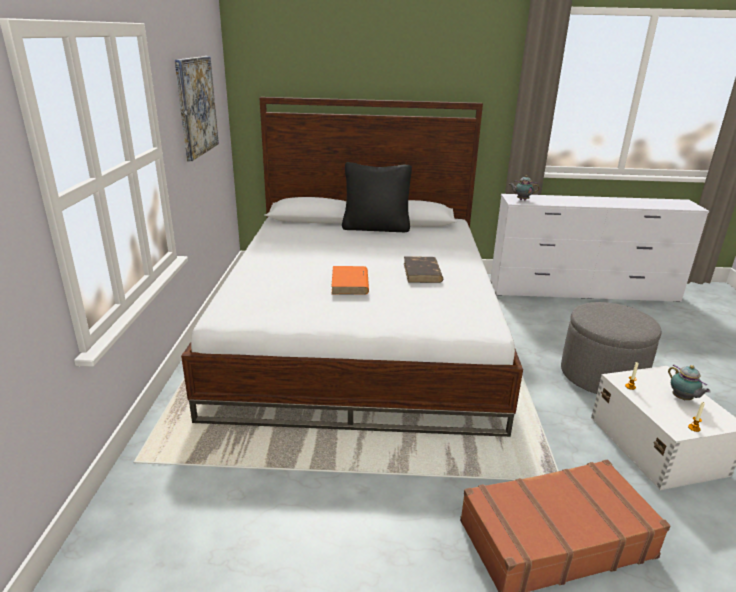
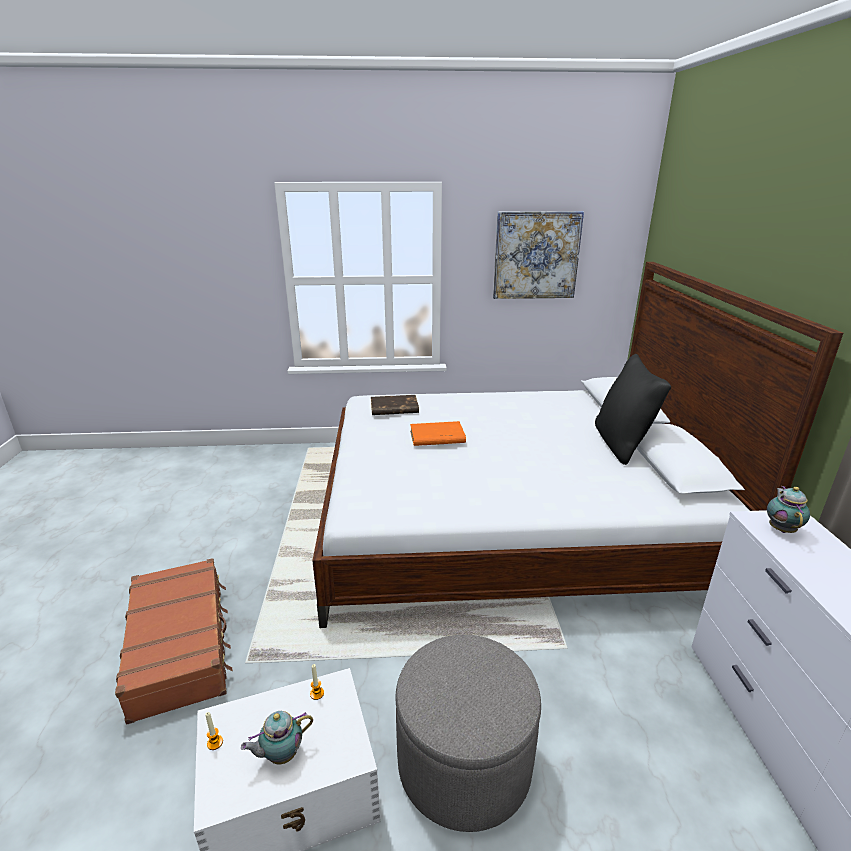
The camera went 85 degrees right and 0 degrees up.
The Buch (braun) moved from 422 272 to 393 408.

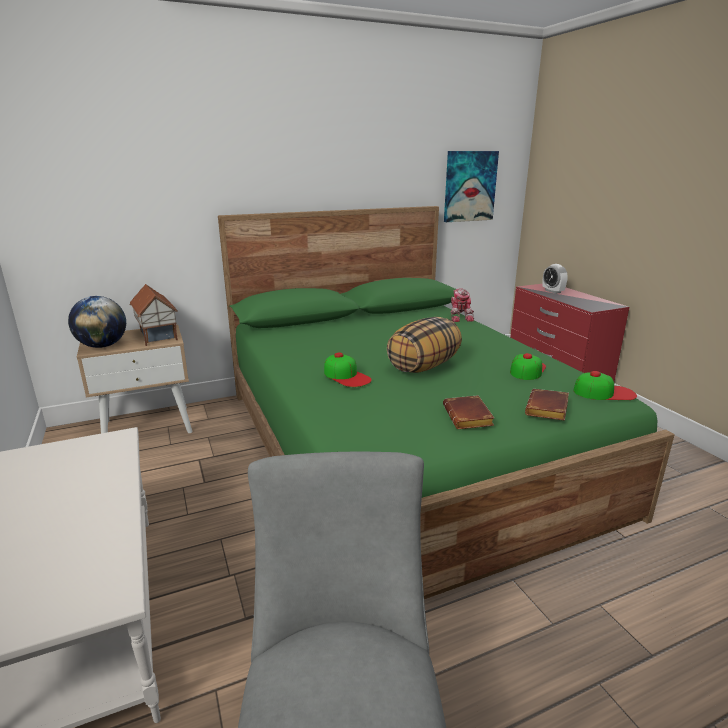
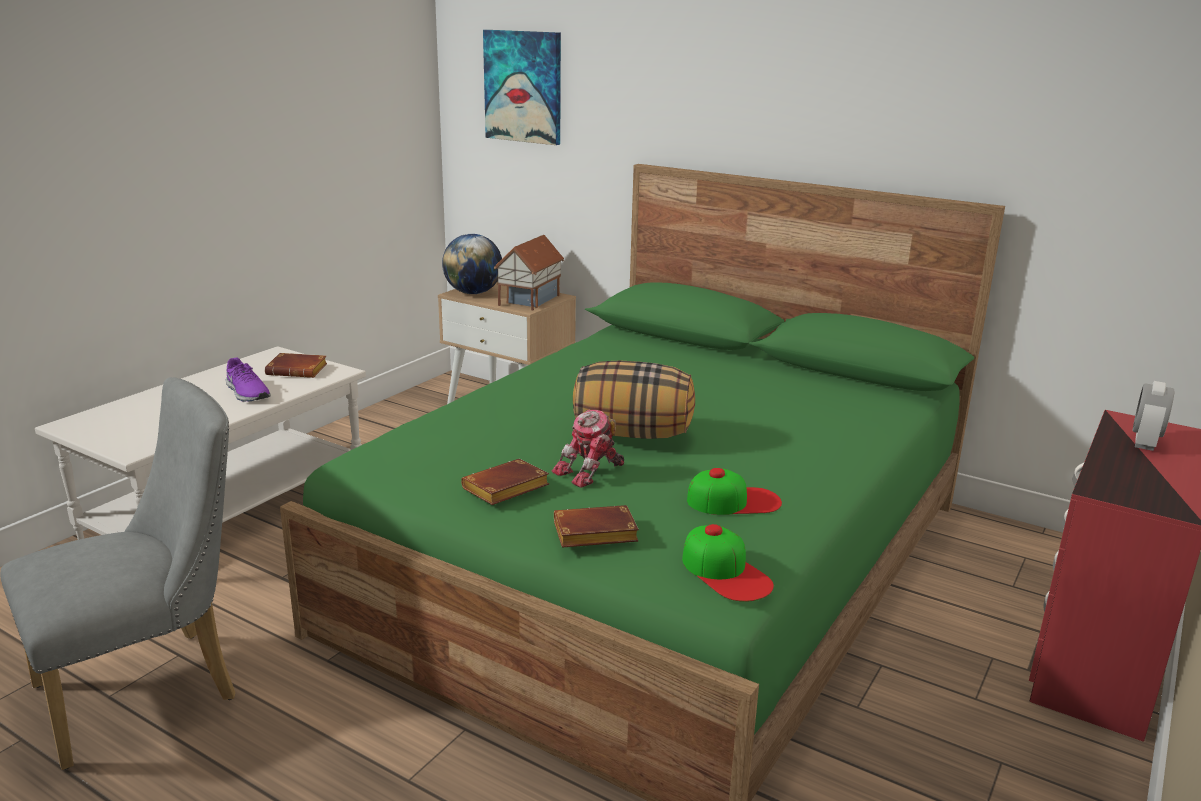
The camera went 55 degrees right and 0 degrees up.
The Schuh (lila) at 247 393 appeared.
The Buch (braun) at 299 370 appeared.
The Bild moved from 469 186 to 523 87.
The Spielzeugroboter moved from 460 317 to 591 471.
The Kappe at 346 376 disappeared.

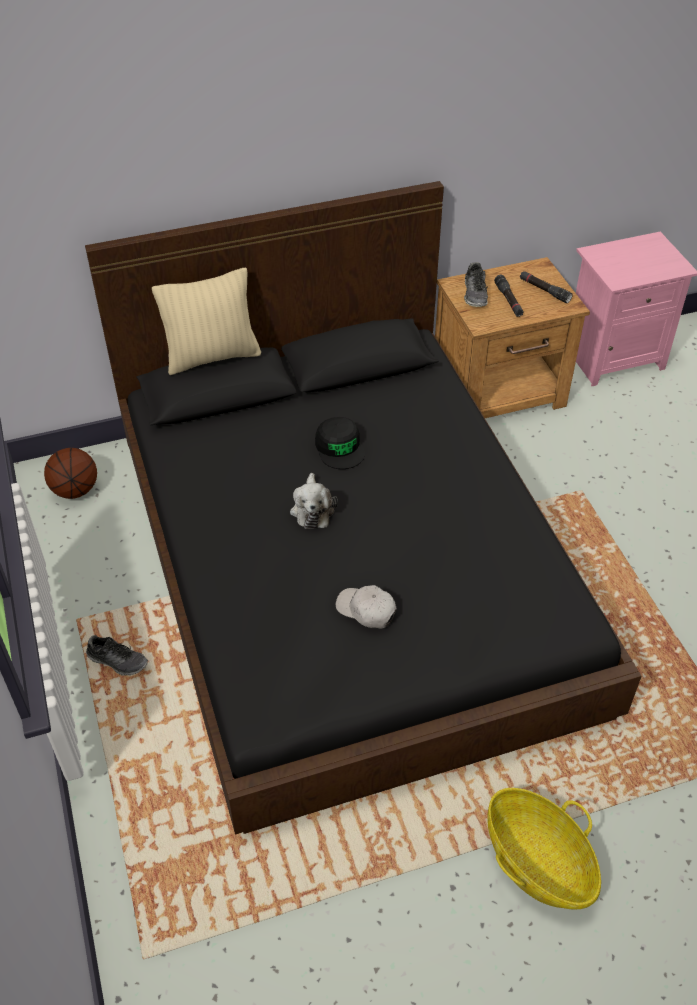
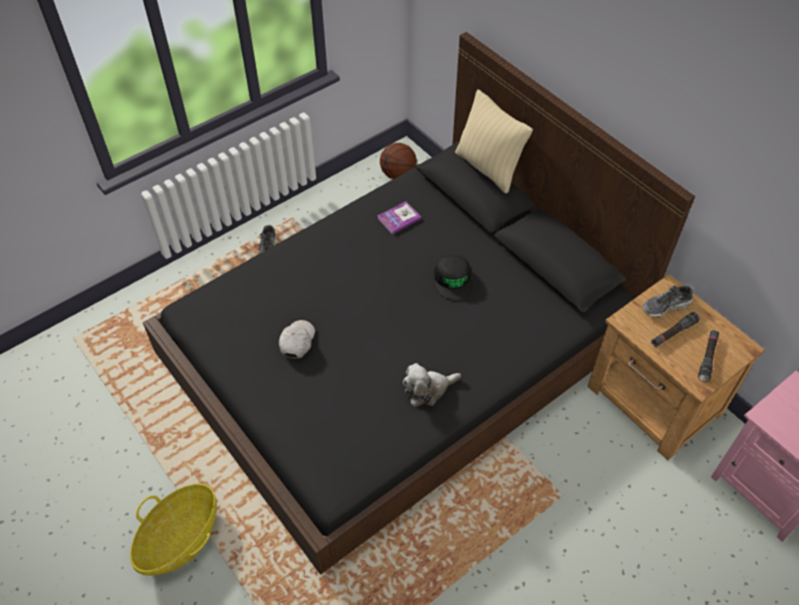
The camera went 70 degrees right and 5 degrees up.
The Buch at 399 218 appeared.
The Plüschtier moved from 312 509 to 428 390.
The Kappe (schwarz) at 340 447 turned 60 degrees counterclockwise.

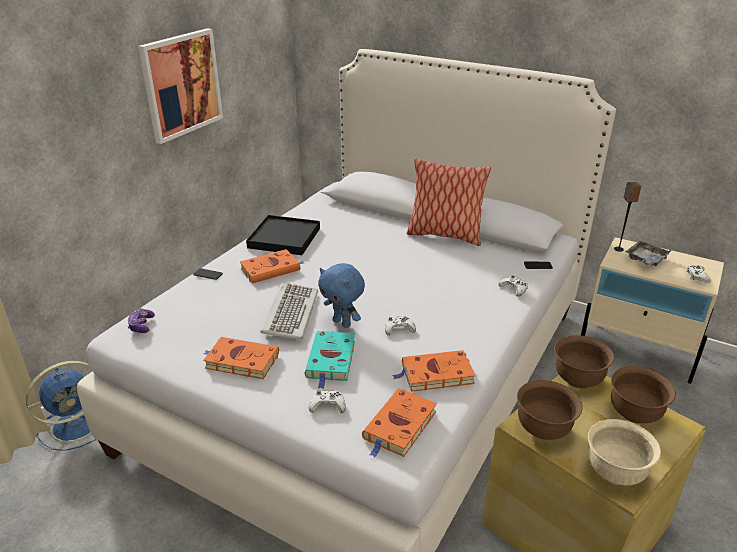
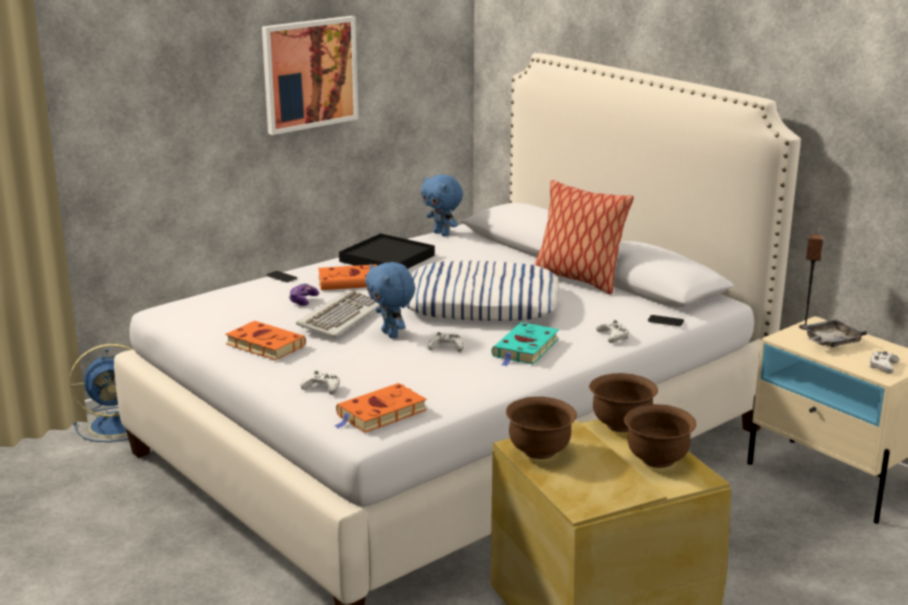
The camera went 20 degrees right and 10 degrees down.
The Gamepad moved from 141 325 to 303 301.
The Kissen at 482 304 appeared.
The Plüschtier (blau) at 442 234 appeared.
The Buch (türkis) moved from 331 360 to 525 349.
The Buch (orange) at 435 374 disappeared.
The Schüssel (beige) at 615 472 disappeared.

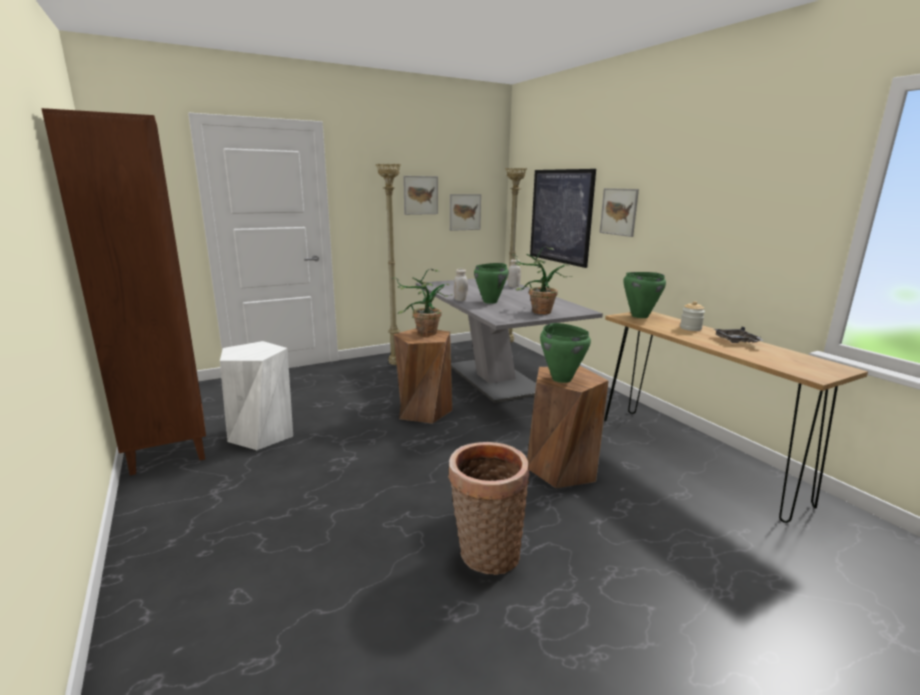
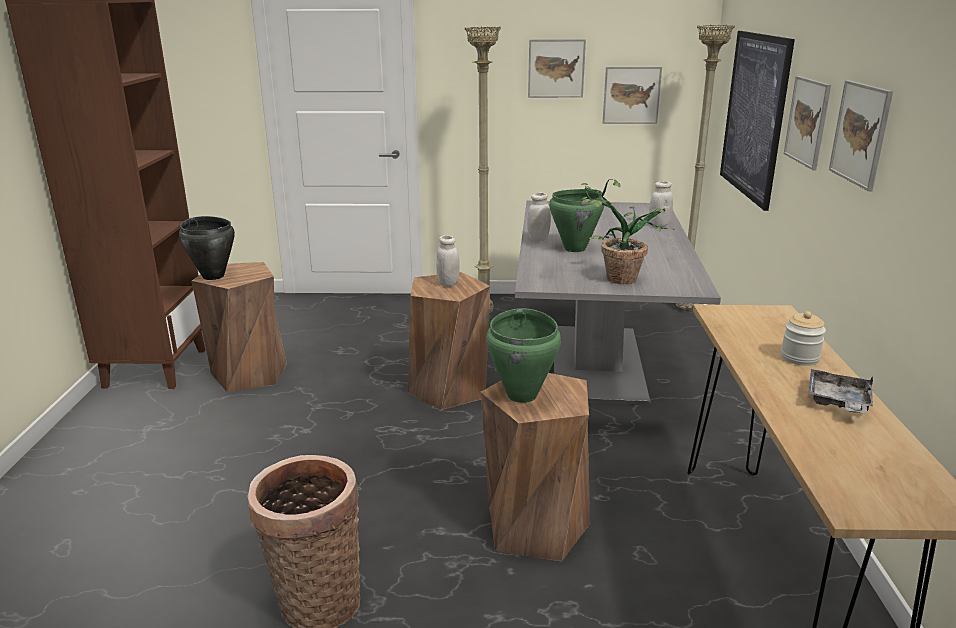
The camera went 30 degrees right and 5 degrees up.
The Kochtopf (schwarz) at 213 276 appeared.
The Hocker (weiß) at 262 434 became the Hocker (braun) at 249 374.
The Topfpflanze at 422 334 was replaced by the Vorratsglas (weiß) at 448 283.
The Bild at 860 133 appeared.
The Kochtopf (grün) at 639 316 disappeared.

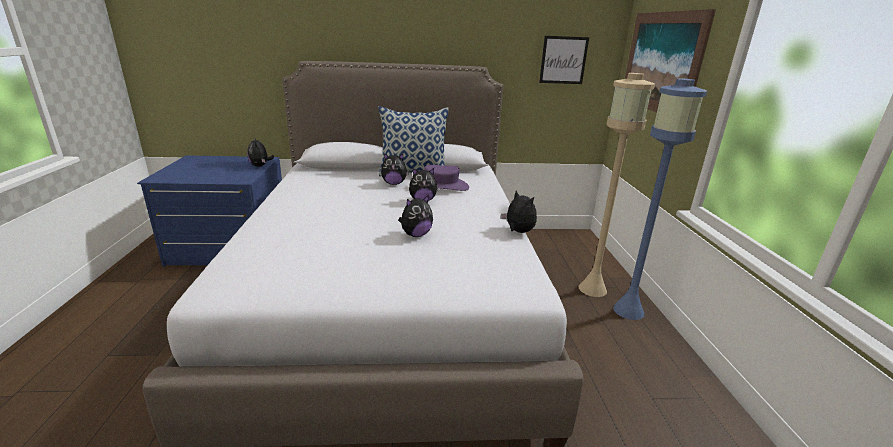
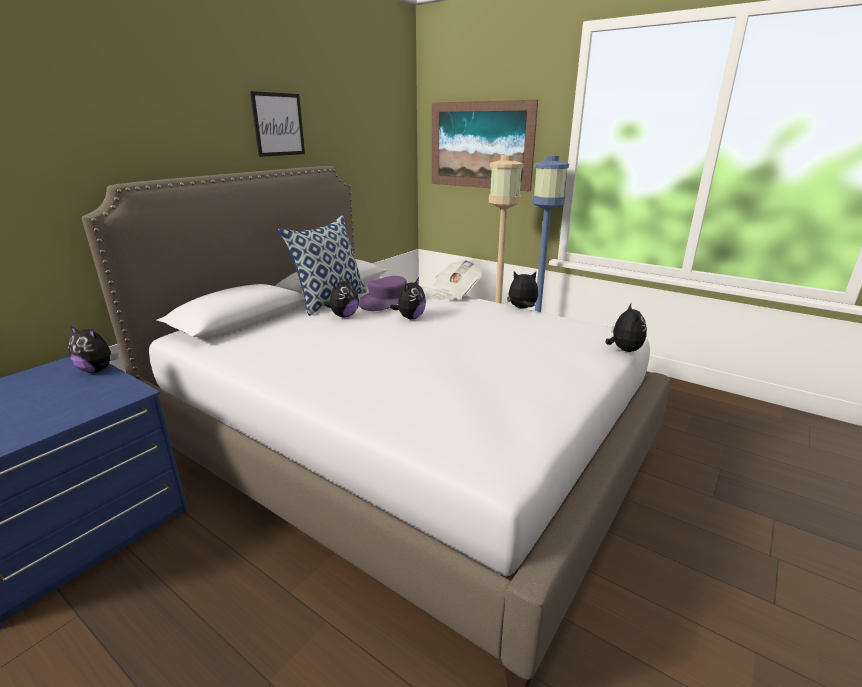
The camera went 50 degrees left and 0 degrees up.
The Bild moved from 563 60 to 278 124.
The Zeitung at 454 294 appeared.
The Plüschtier moved from 415 235 to 623 350.

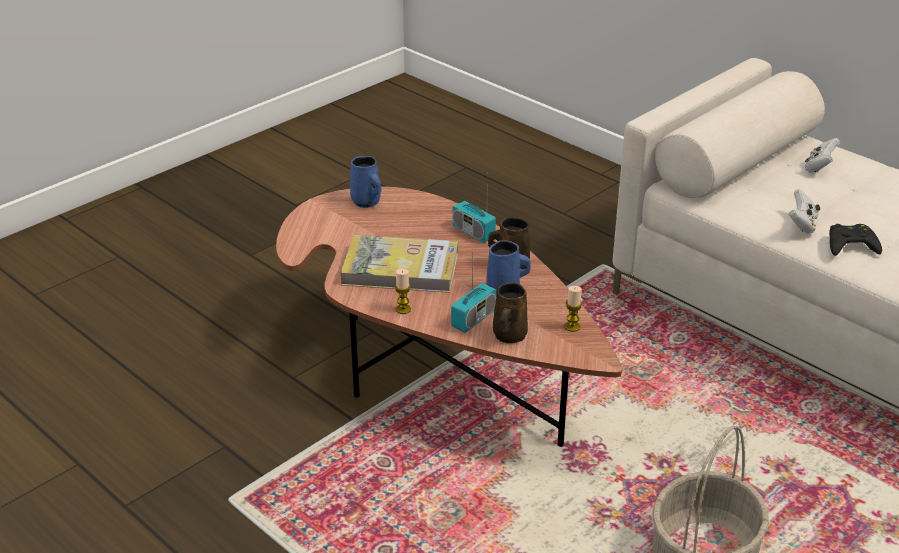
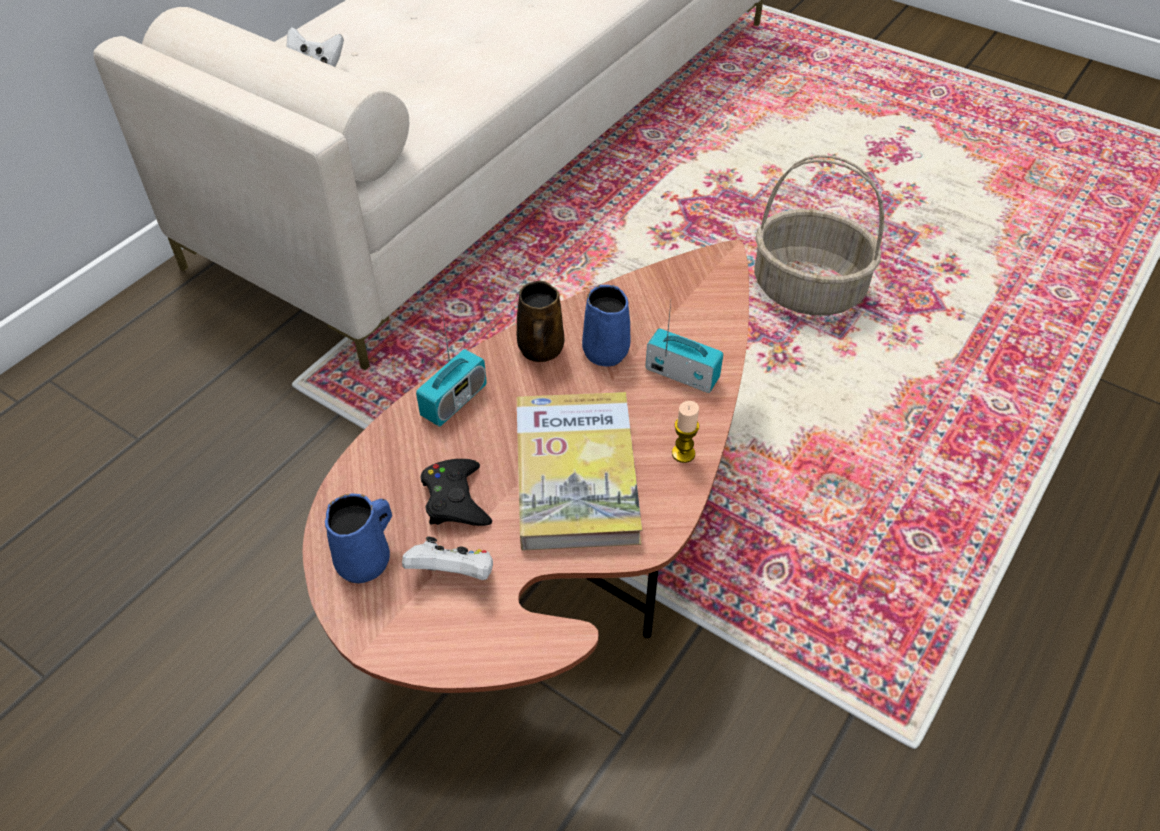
The camera went 100 degrees left and 15 degrees up.
The Gamepad (weiß) moved from 802 224 to 453 574.
The Gamepad (schwarz) moved from 851 245 to 455 499.
The Henkelbecher (braun) at 509 336 disappeared.
The Kerze at 572 327 disappeared.

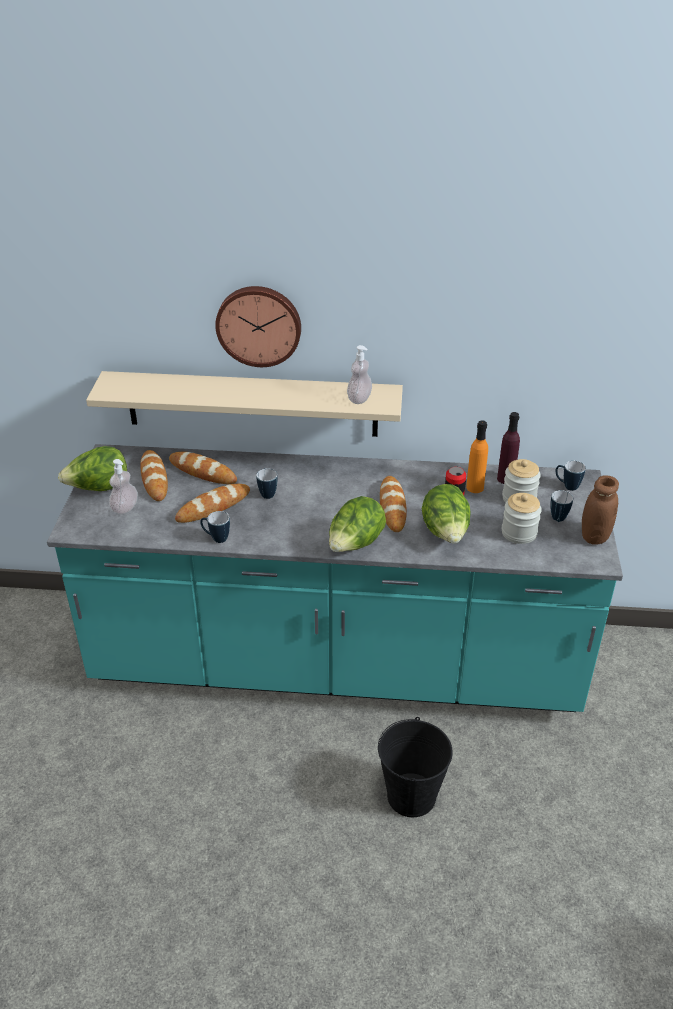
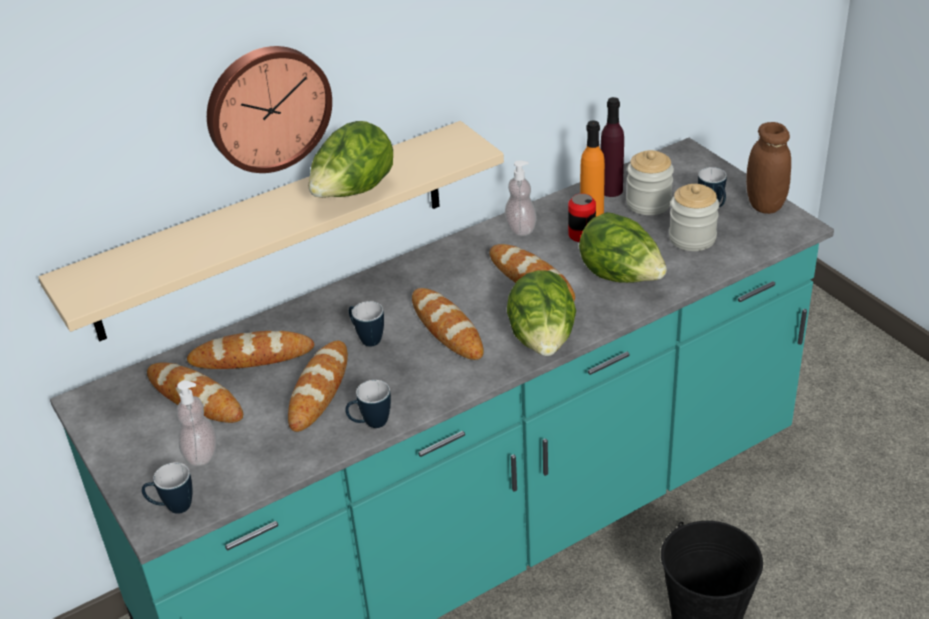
The camera went 35 degrees left and 0 degrees up.
The Henkelbecher moved from 567 486 to 173 507.
The Salatkopf moved from 99 488 to 353 193.
The Brot at 447 328 appeared.
The Seifenspender moved from 359 399 to 520 229.

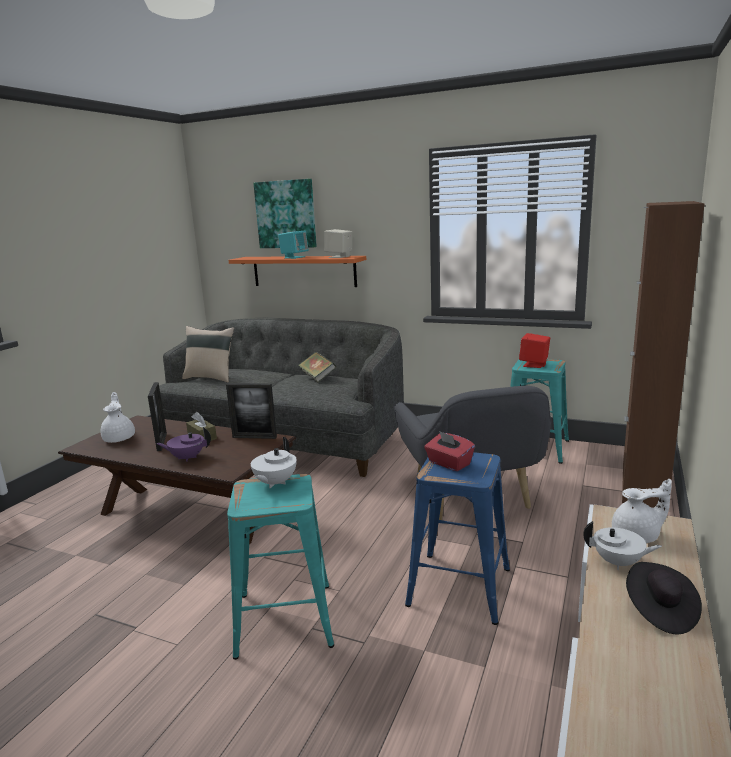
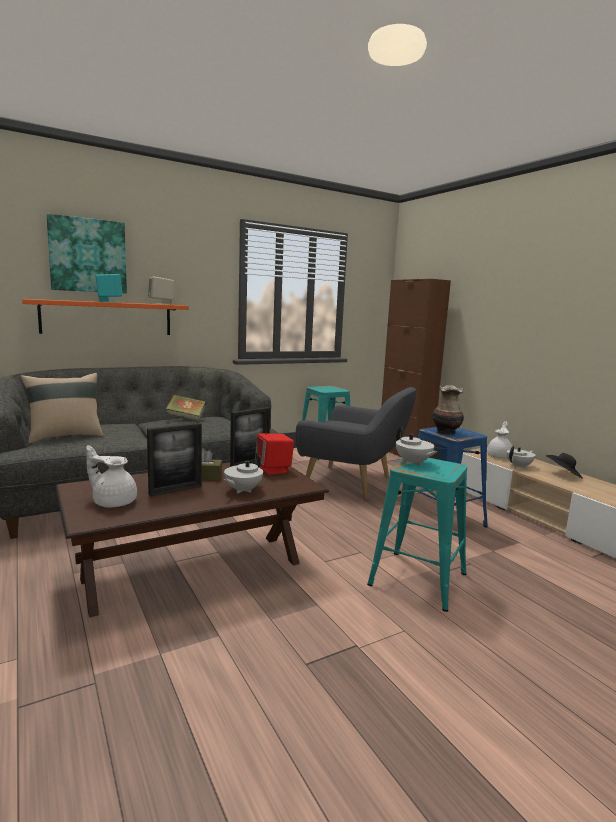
The camera went 55 degrees left and 5 degrees down.
The Bilderrahmen at 162 442 turned 120 degrees clockwise.
The Teekanne (lila) at 187 458 became the Teekanne (weiß) at 242 490.
The Lautsprecher (rot) moved from 534 365 to 274 470.
The Taschentuchbox (rot) at 449 463 was replaced by the Vase at 446 432.

